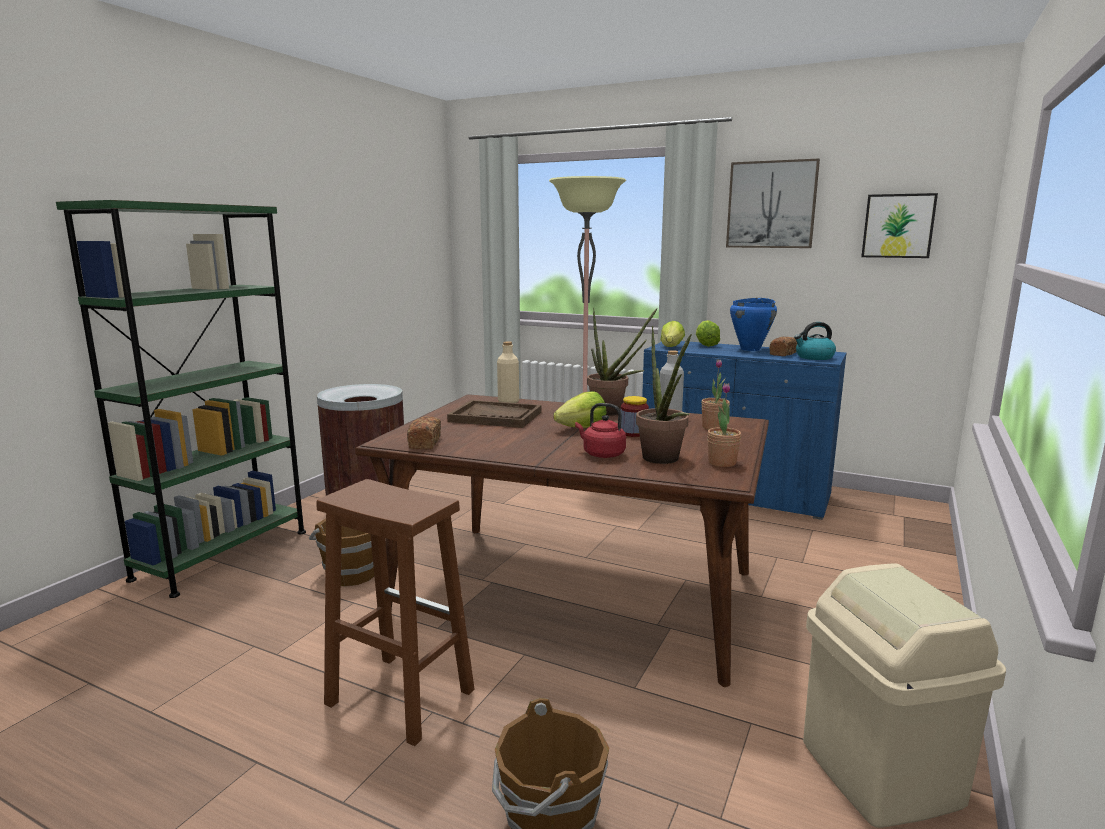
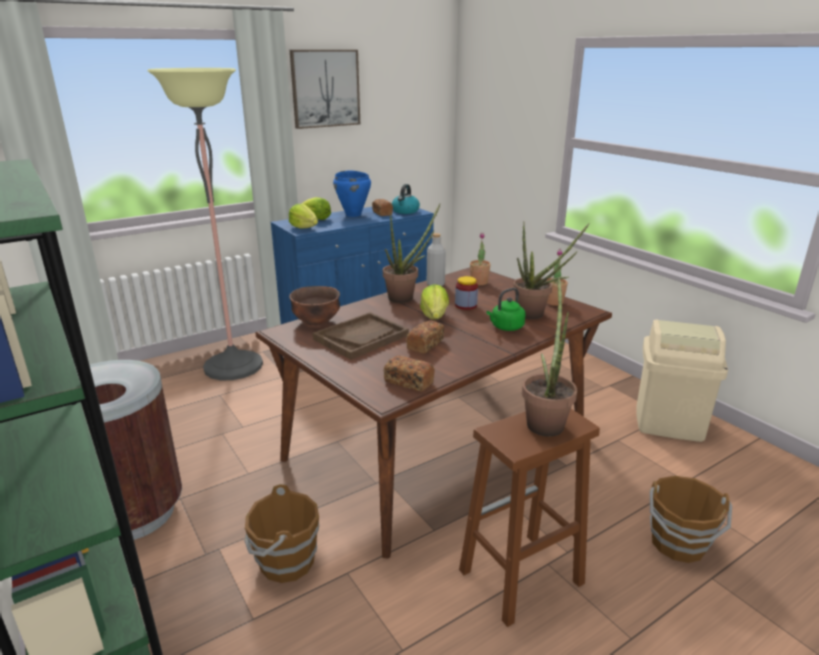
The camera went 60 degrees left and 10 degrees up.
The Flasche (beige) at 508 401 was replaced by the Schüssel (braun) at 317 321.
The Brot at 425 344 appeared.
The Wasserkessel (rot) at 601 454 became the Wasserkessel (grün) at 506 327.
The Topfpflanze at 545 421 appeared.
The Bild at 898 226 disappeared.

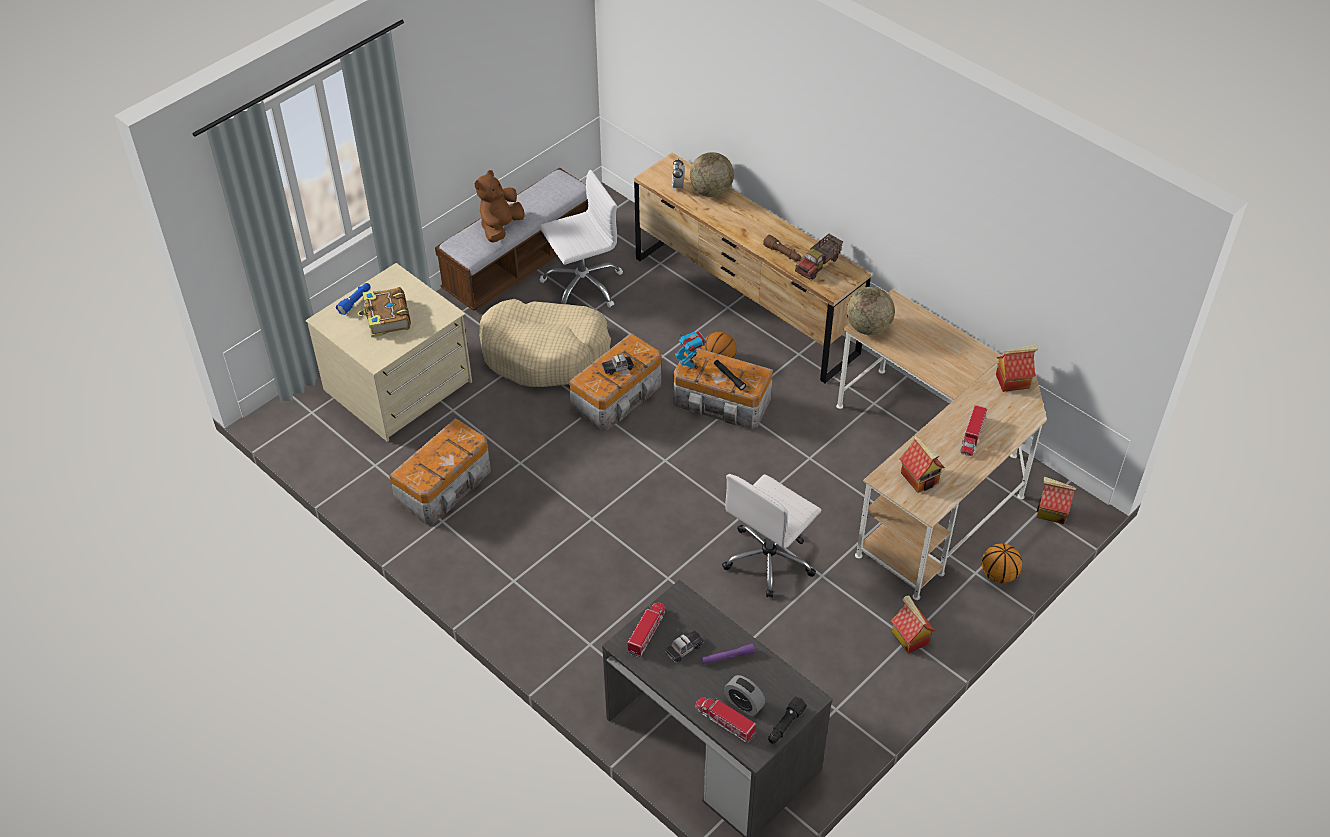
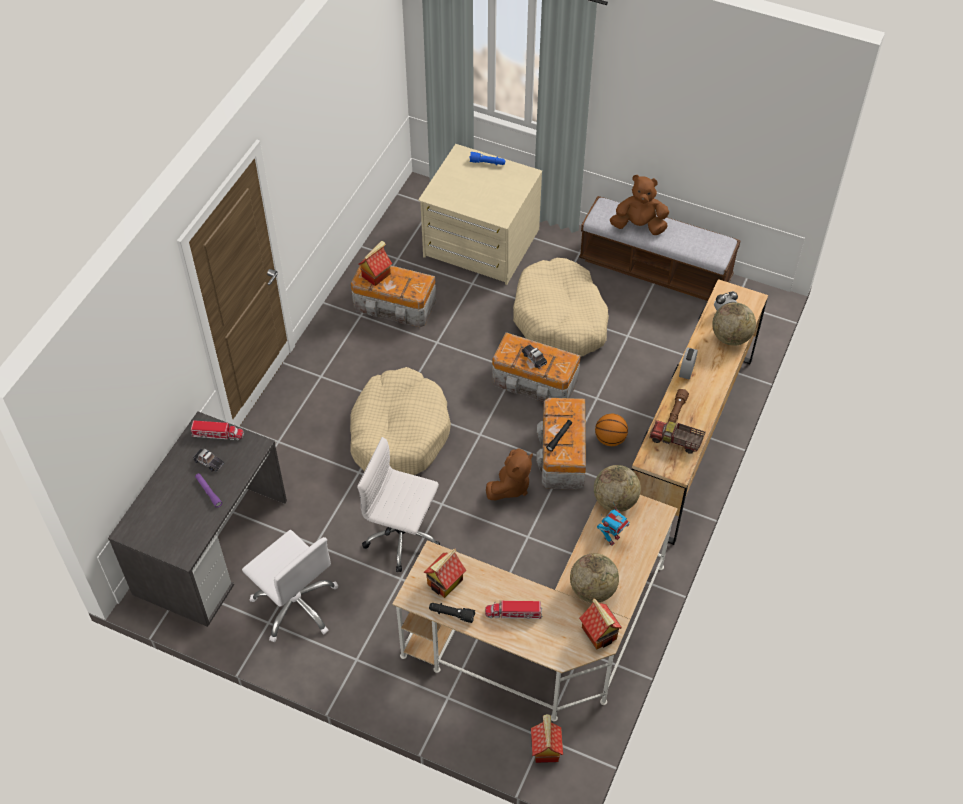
The camera went 70 degrees right and 5 degrees up.
The Bürostuhl (weiß) moved from 582 285 to 296 604.
The Hundebett (beige) at 398 433 appeared.
The Spielzeughaus moved from 909 637 to 376 274.
The Taschenlampe (schwarz) moved from 785 725 to 451 614.
The Plüschtier (braun) at 510 486 appeared.
The Globus at 592 590 appeared.
The Spielzeugroboter moved from 690 365 to 611 538.
The Wecker moved from 744 704 to 686 370.
The Buch at 386 318 disappeared.
The Spielzeuglaster at 725 721 disappeared.
The Basketball at 999 575 disappeared.

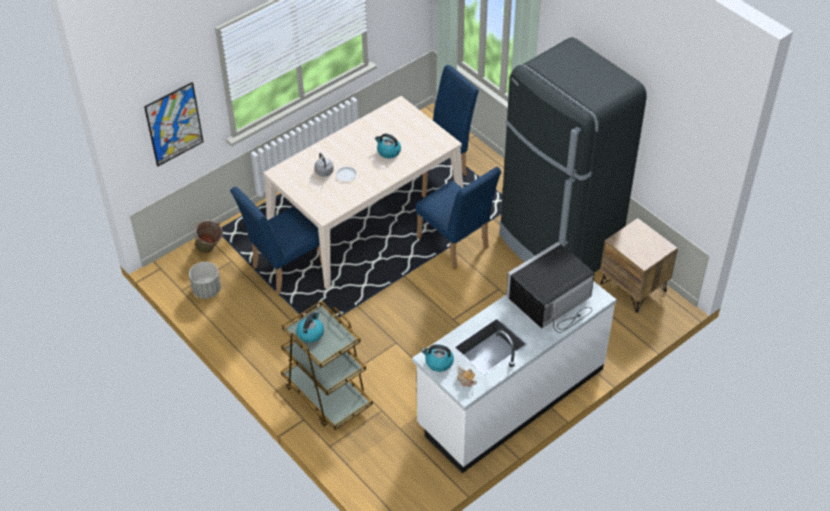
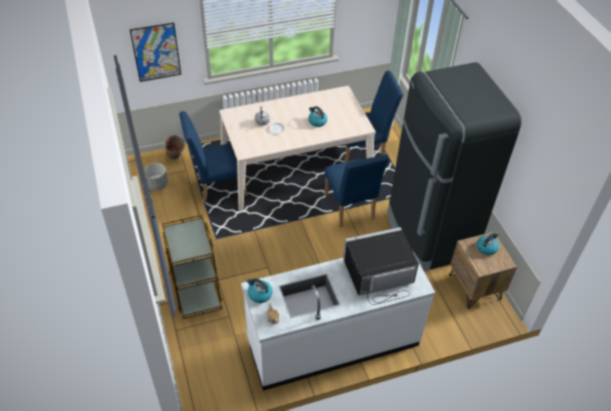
The camera went 20 degrees right and 0 degrees up.
The Wasserkessel moved from 310 333 to 486 248.

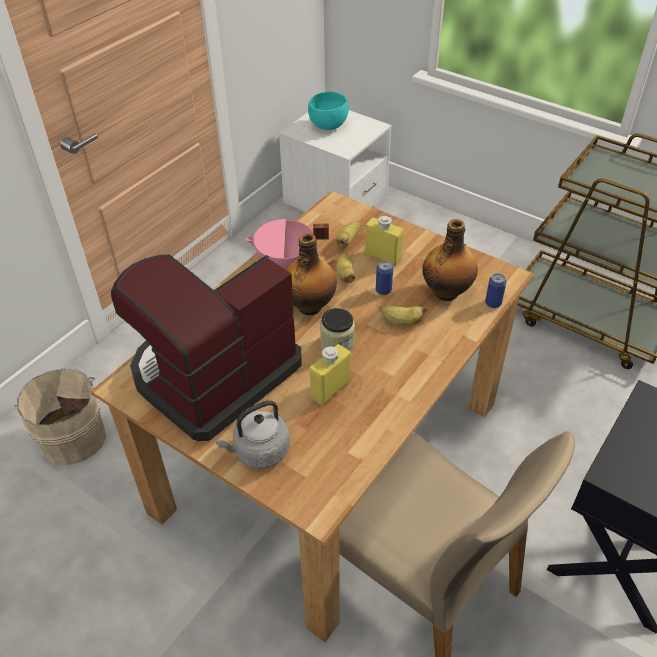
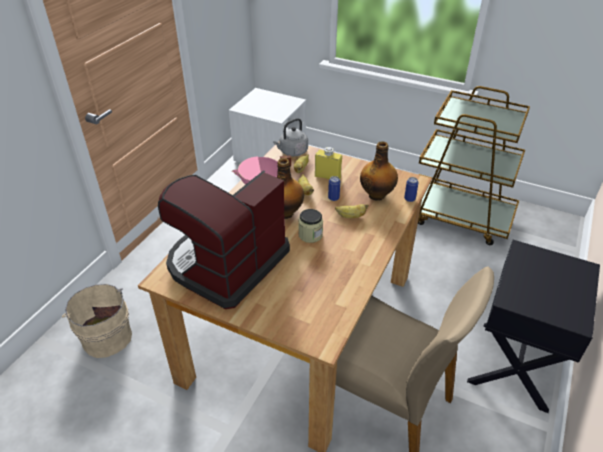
The camera went 10 degrees left and 5 degrees down.
The Wasserkessel (grau) moved from 259 451 to 292 152.
The Schüssel (türkis) at 328 125 disappeared.
The Flasche (gelb) at 330 389 disappeared.

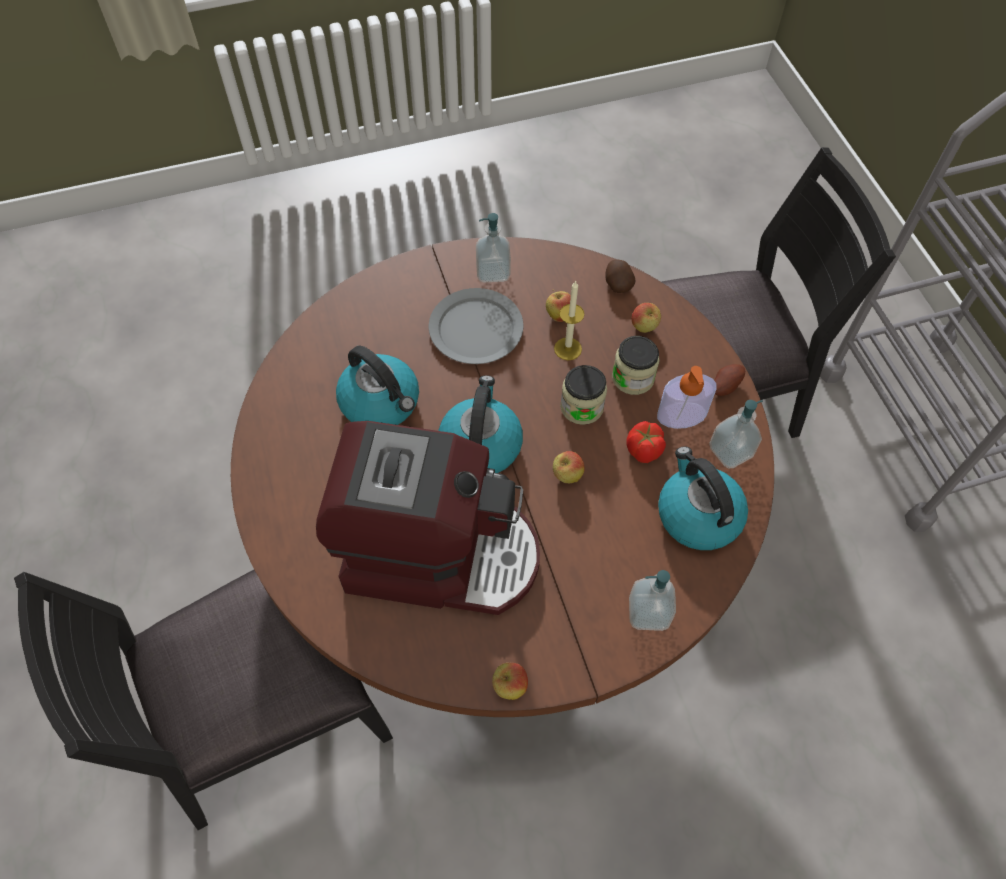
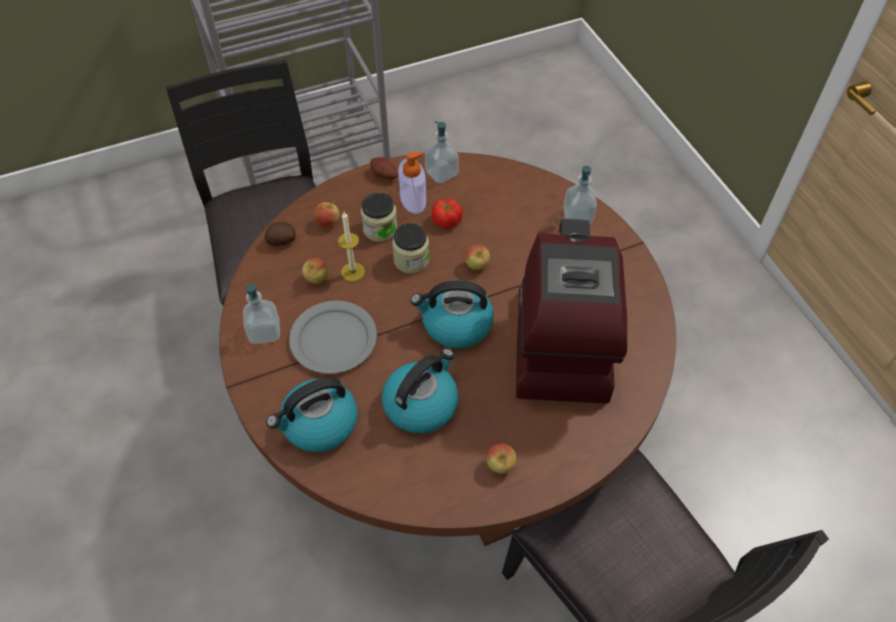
The camera went 95 degrees left and 5 degrees down.
The Wasserkessel moved from 697 515 to 319 424.
The Apfel moved from 509 687 to 500 466.

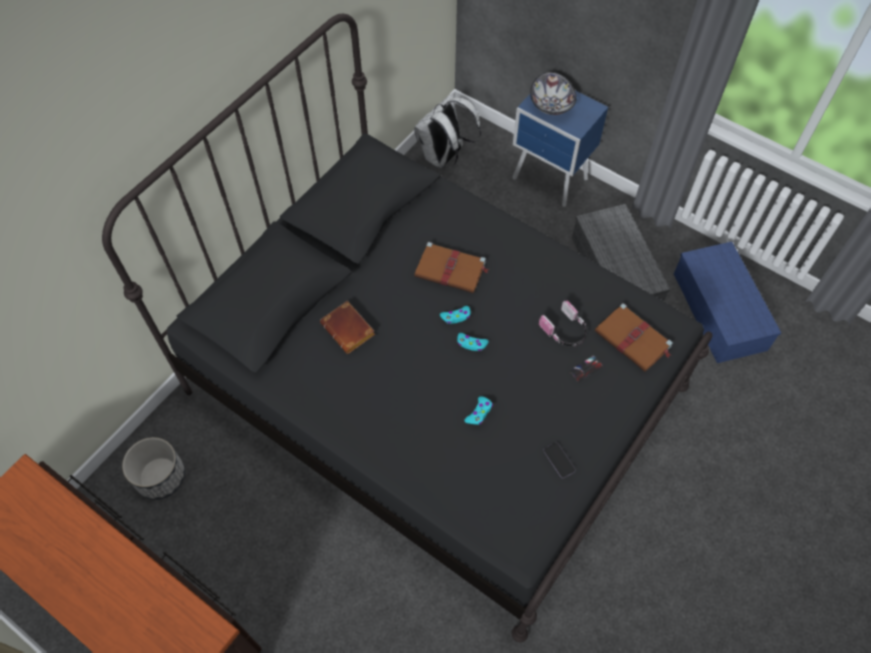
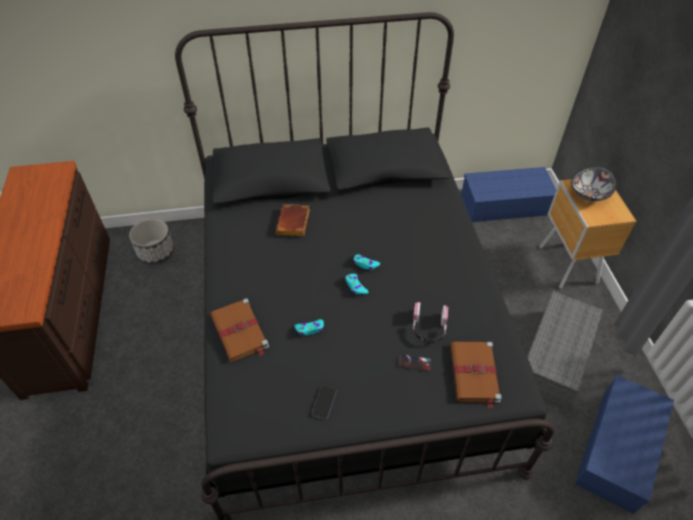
The camera went 45 degrees right and 10 degrees down.
The Buch (braun) moved from 451 270 to 240 332.
The Rucksack (weiß) at 444 157 was replaced by the Aufbewahrungsbox (blau) at 504 205.
The Nachttisch (blau) at 550 180 became the Nachttisch (braun) at 567 266.

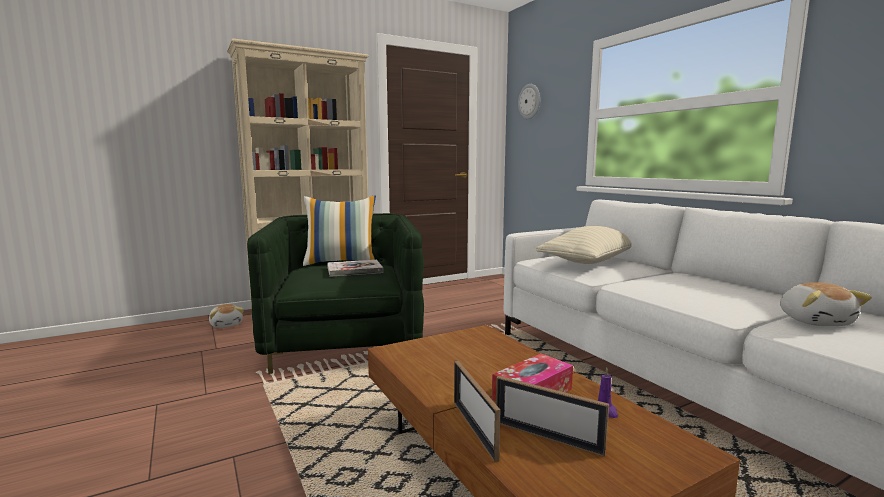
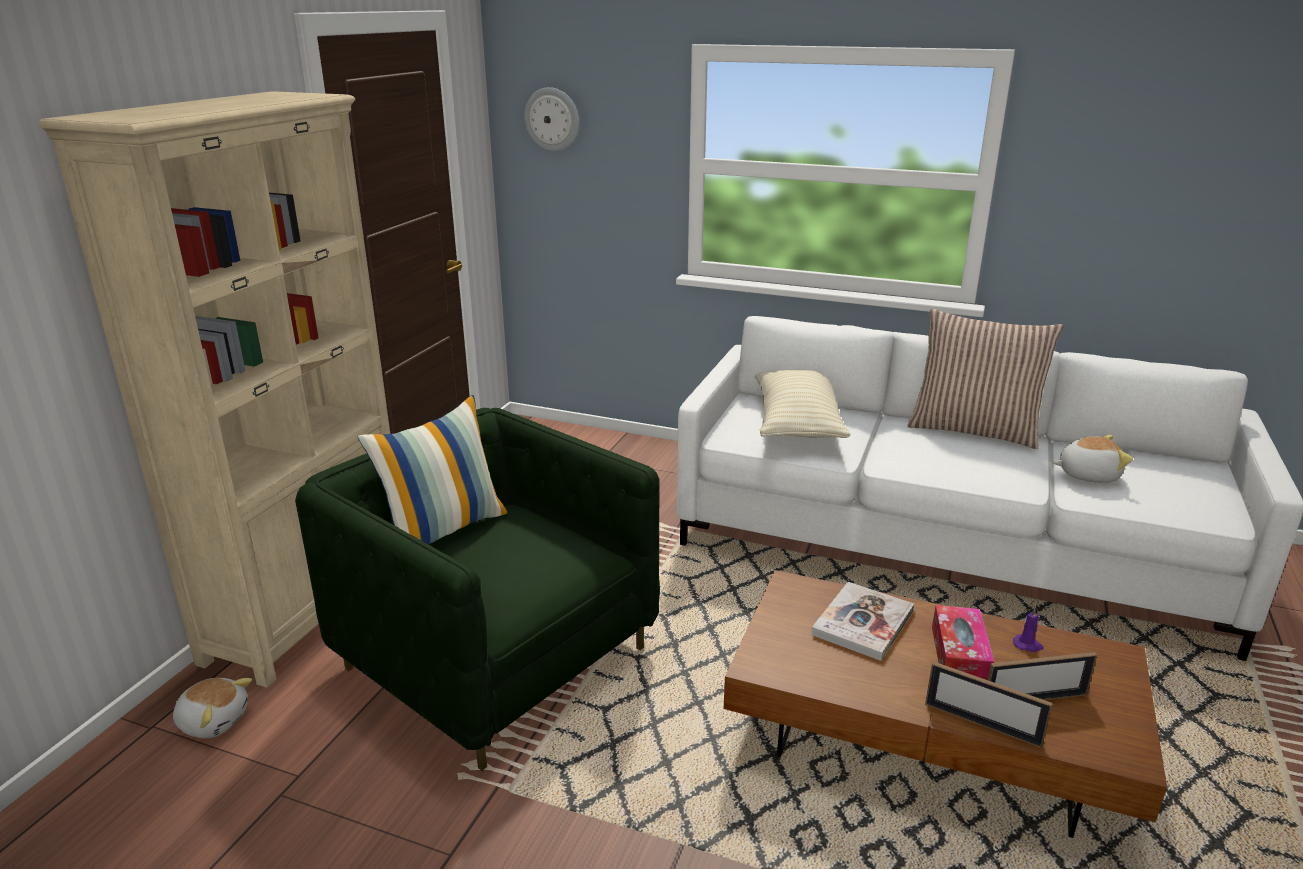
The camera went 40 degrees left and 15 degrees up.
The Buch moved from 354 270 to 863 623.
The Kissen at 974 430 appeared.
The Plüschtier at 815 321 turned 45 degrees counterclockwise.

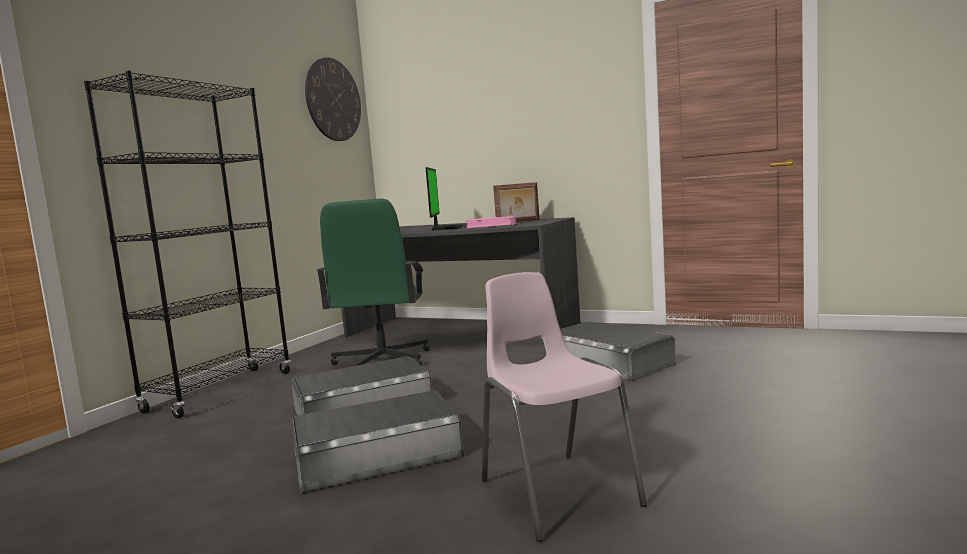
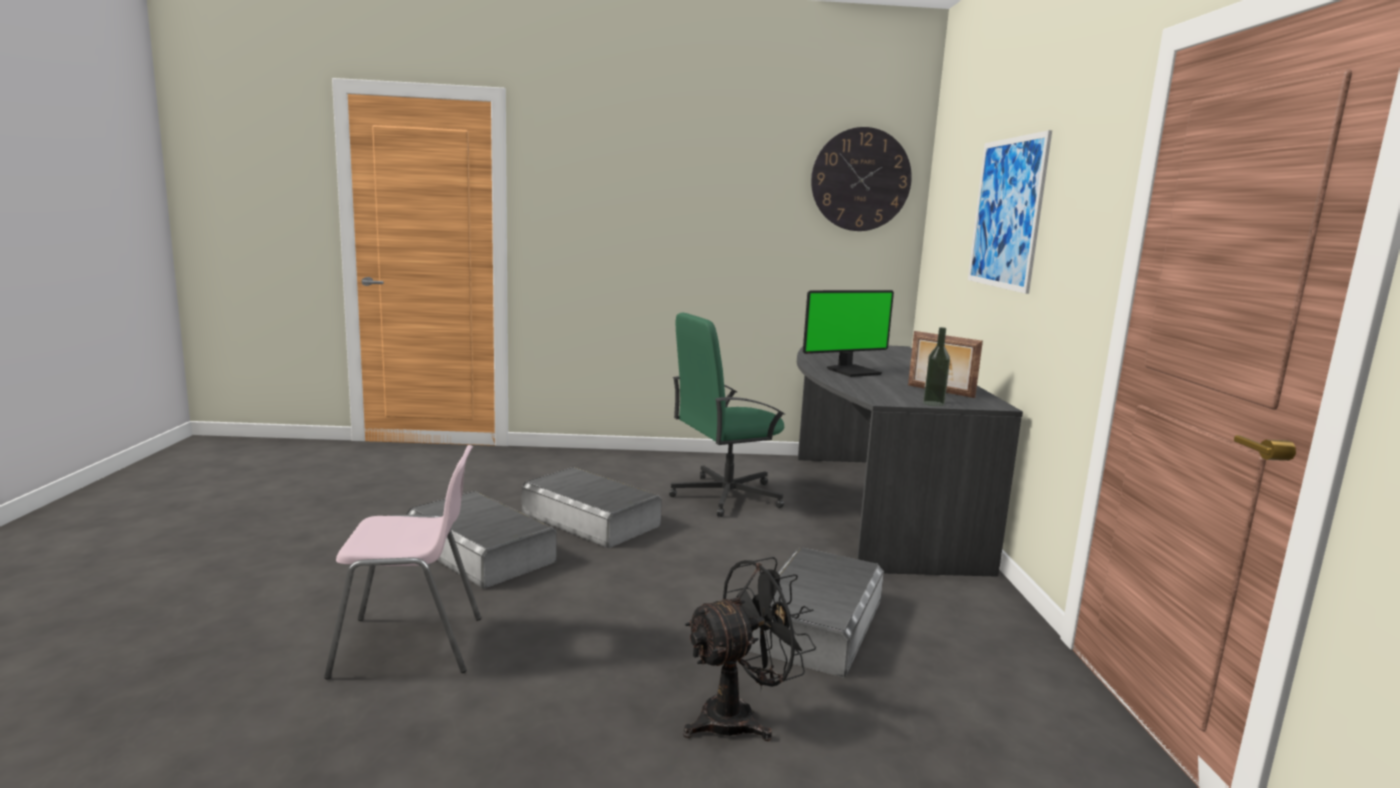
The camera went 60 degrees right and 5 degrees up.
The Stuhl (rosa) at 557 492 turned 45 degrees clockwise.
The Ventilator (schwarz) at 740 717 appeared.
The Flasche at 933 403 appeared.
The Bild at 1006 213 appeared.
The Bücherregal (schwarz) at 220 391 disappeared.
The Buch (rosa) at 492 225 disappeared.

